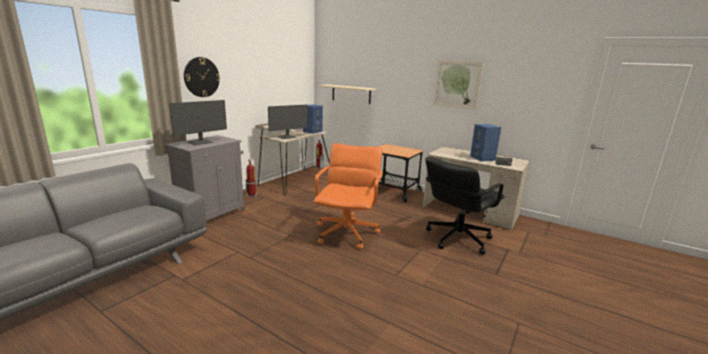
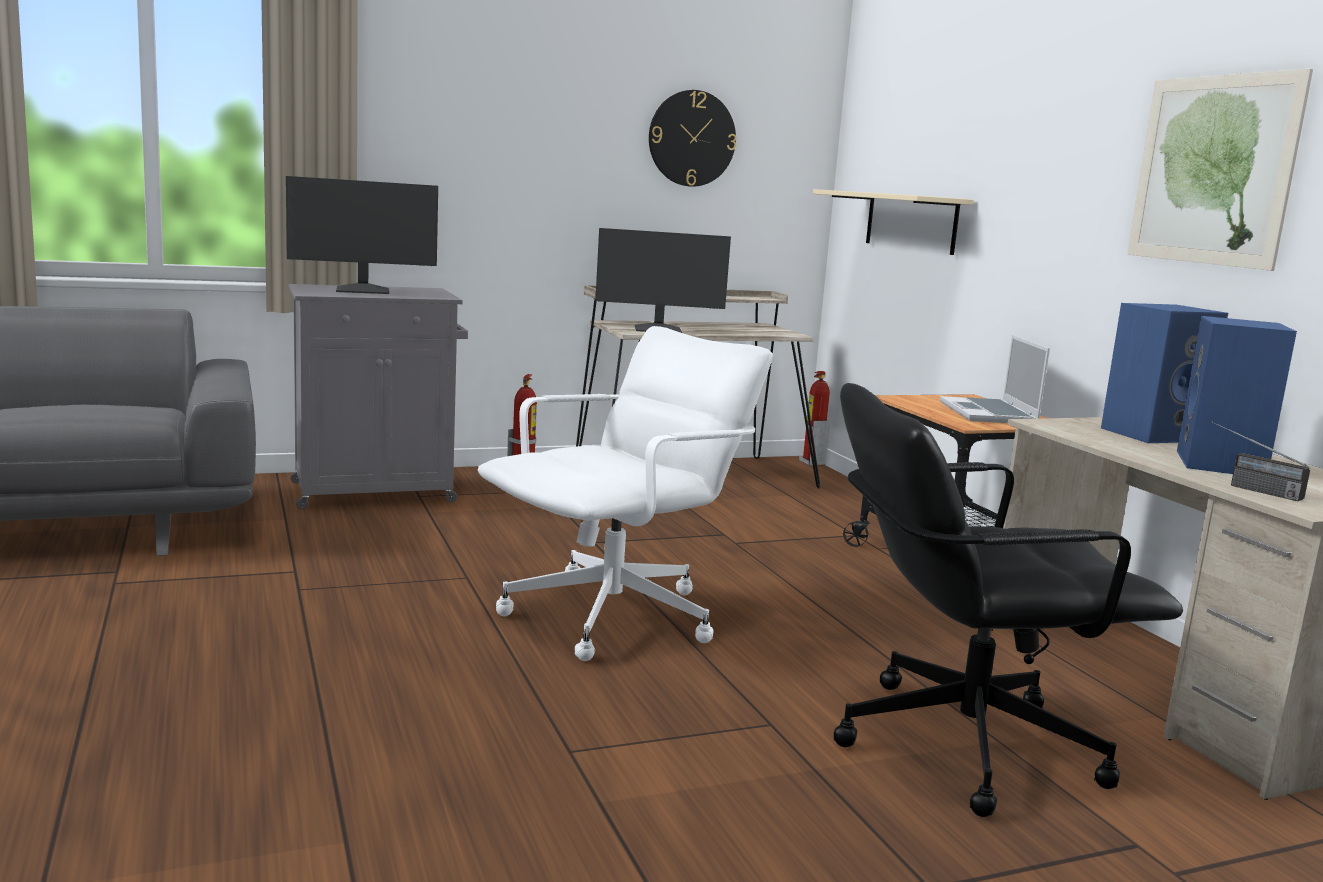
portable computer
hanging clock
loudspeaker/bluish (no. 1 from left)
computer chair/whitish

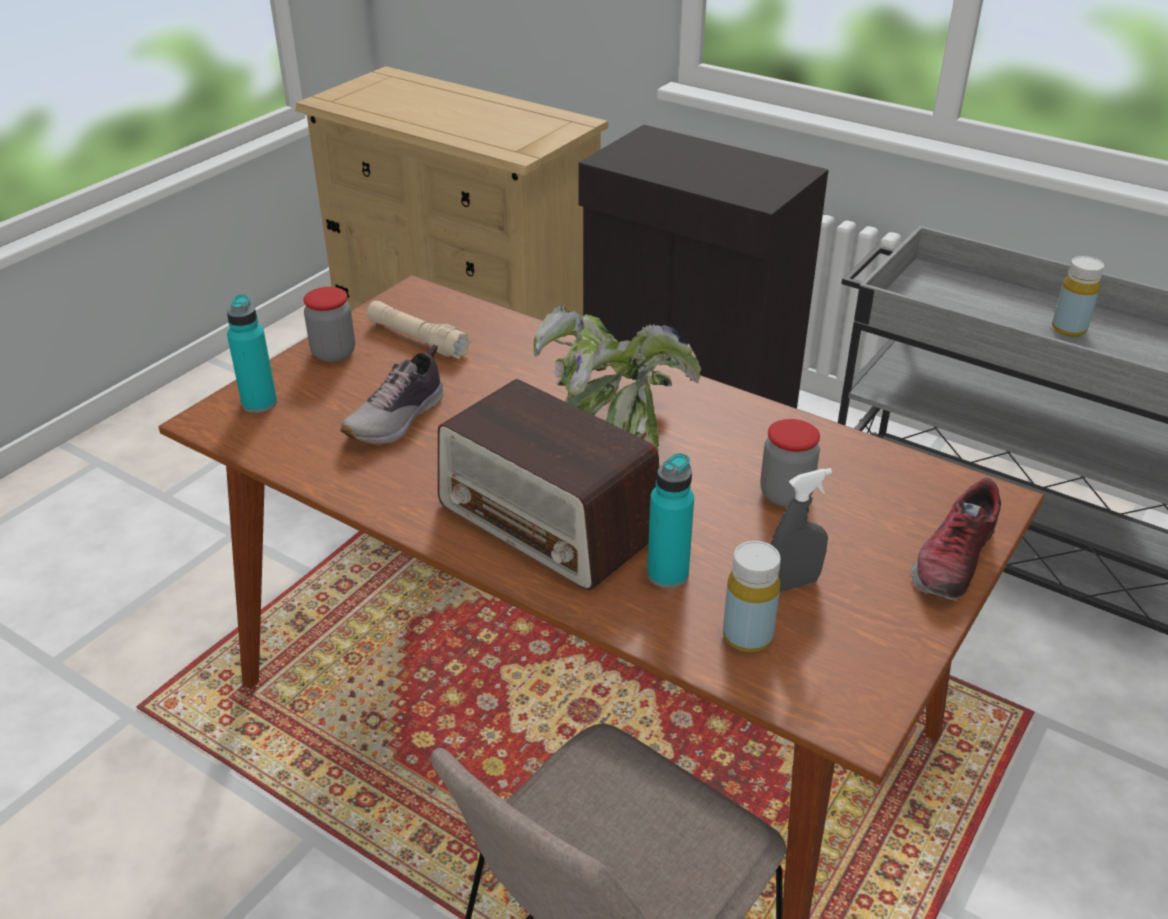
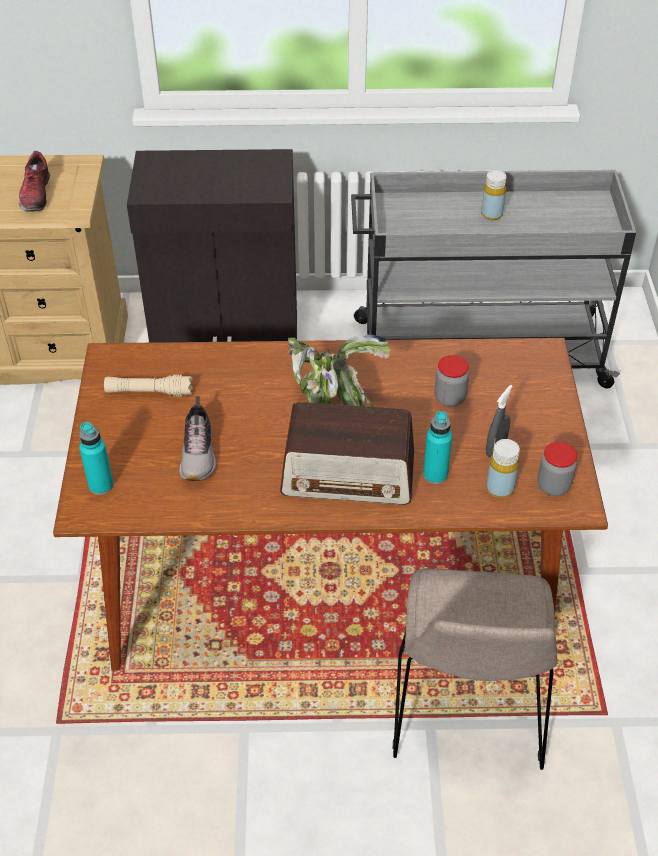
storage jar (no. 2 from left)
item of footwear (no. 1 from left)

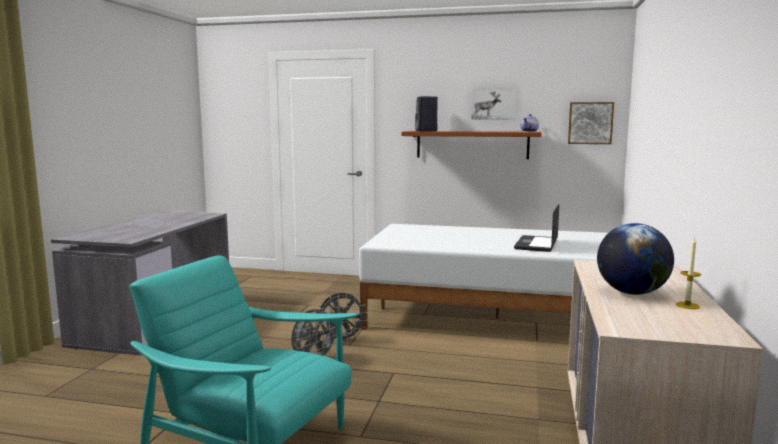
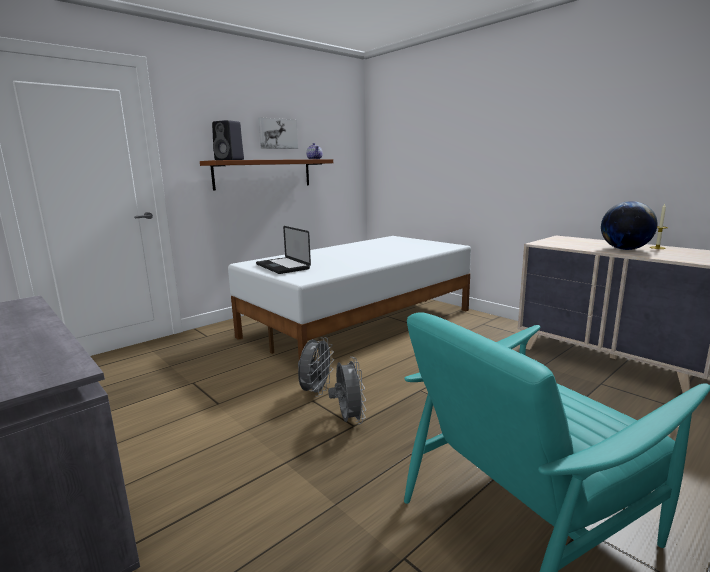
wall picture (no. 2 from left in the first image)
portable computer

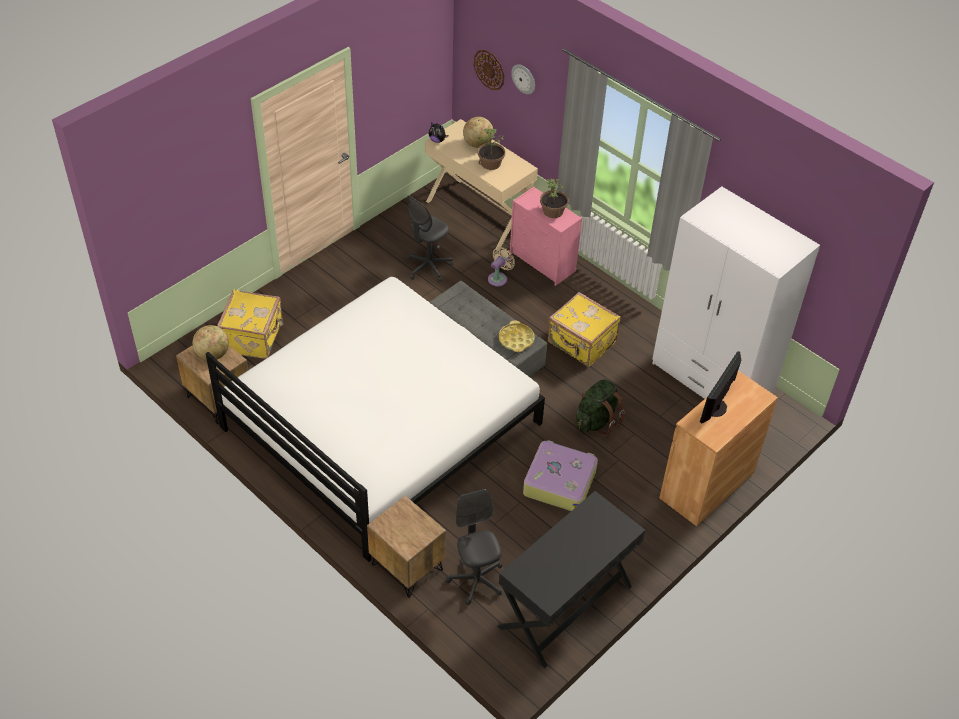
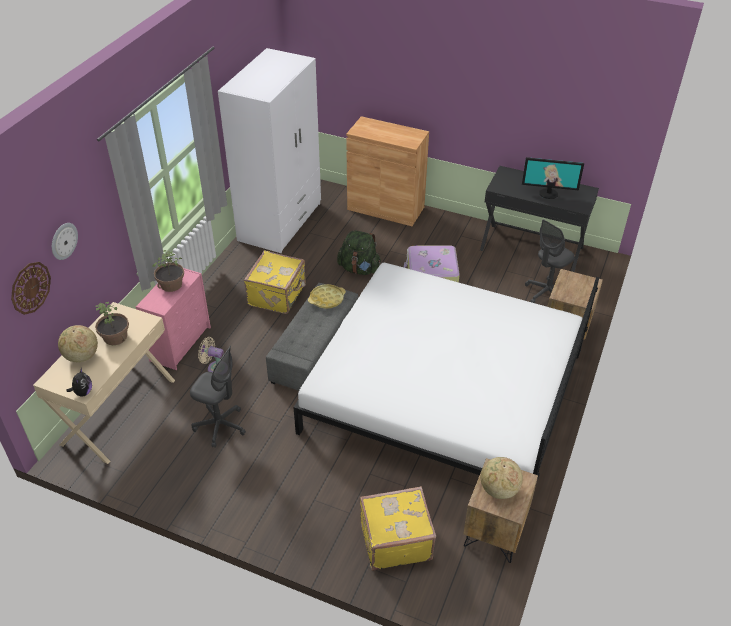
monitor

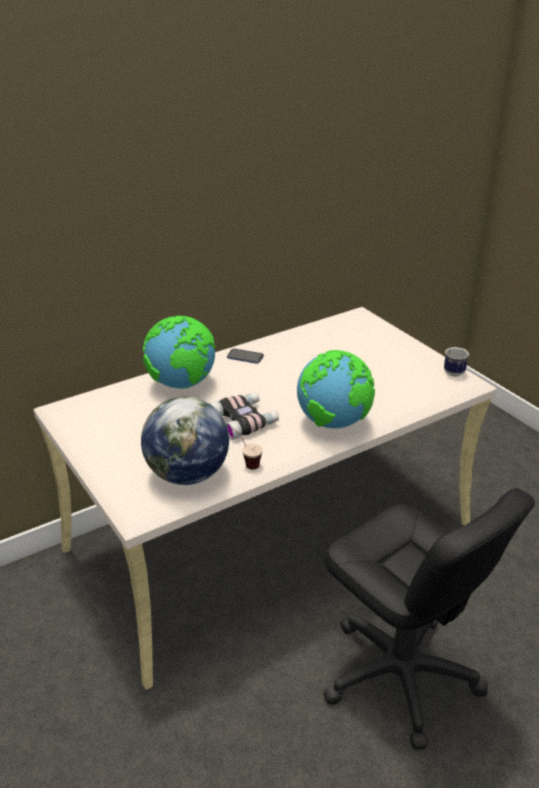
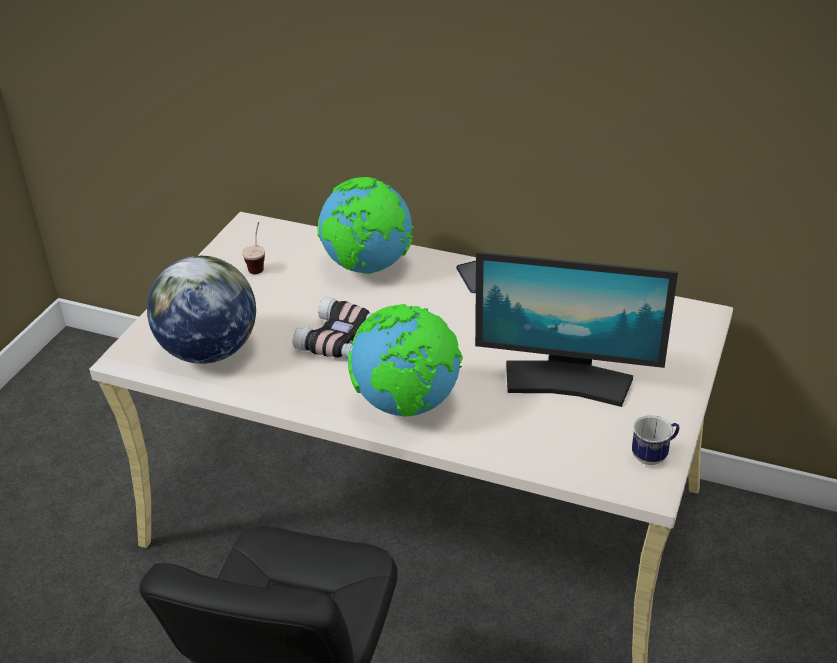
monitor
drinking cup

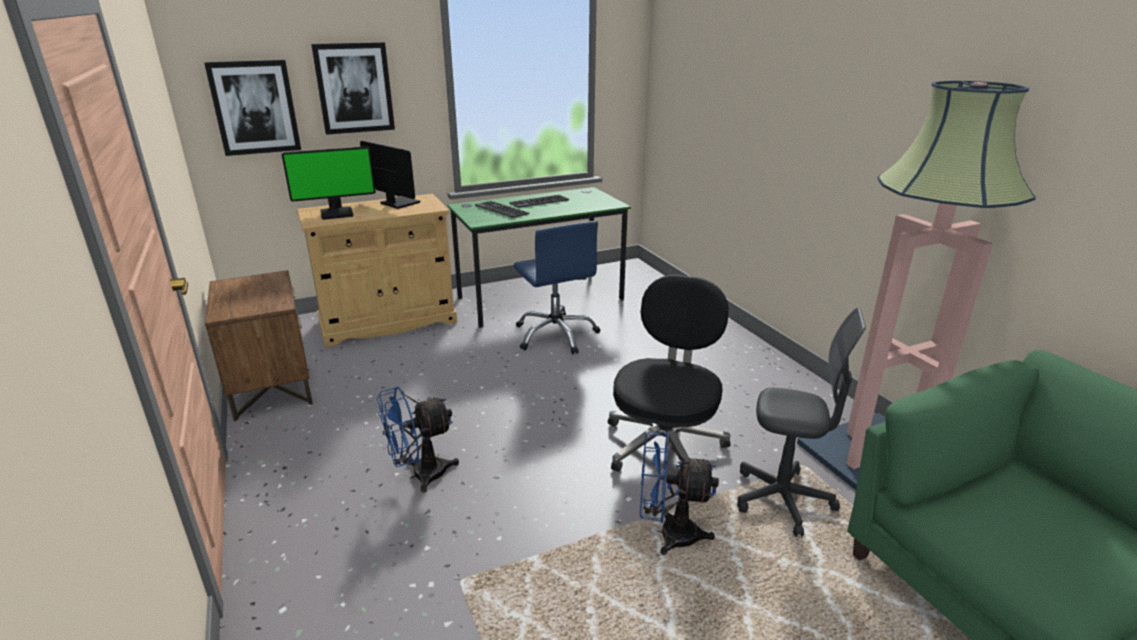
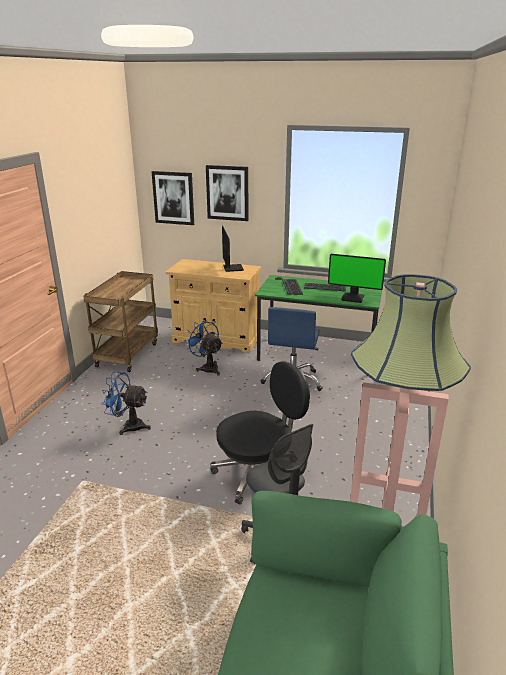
monitor (no. 2 from left)
cooling fan/bluish (no. 2 from left)
cart/brown

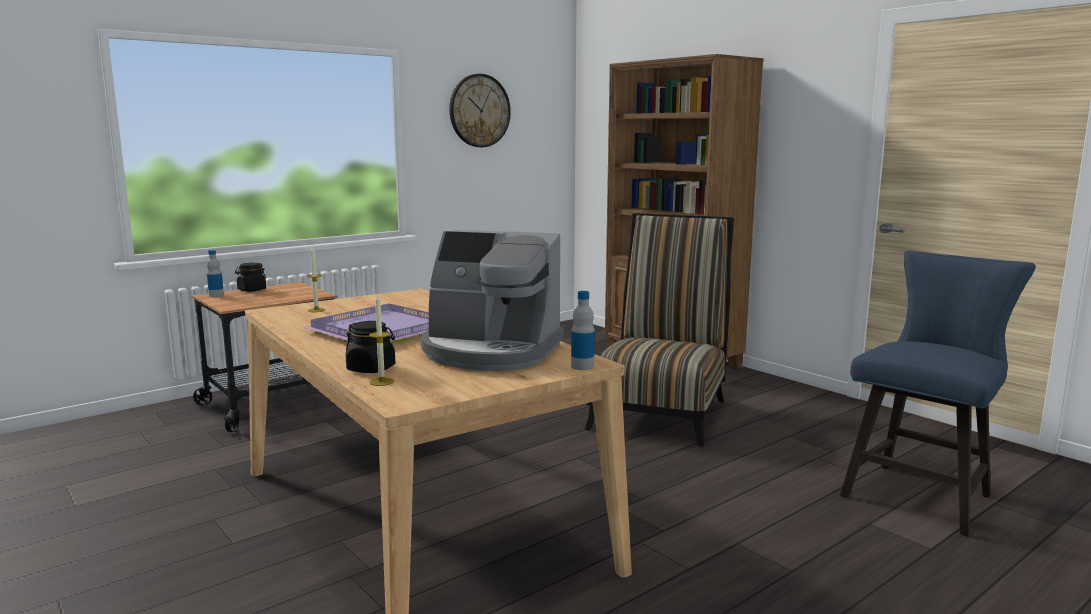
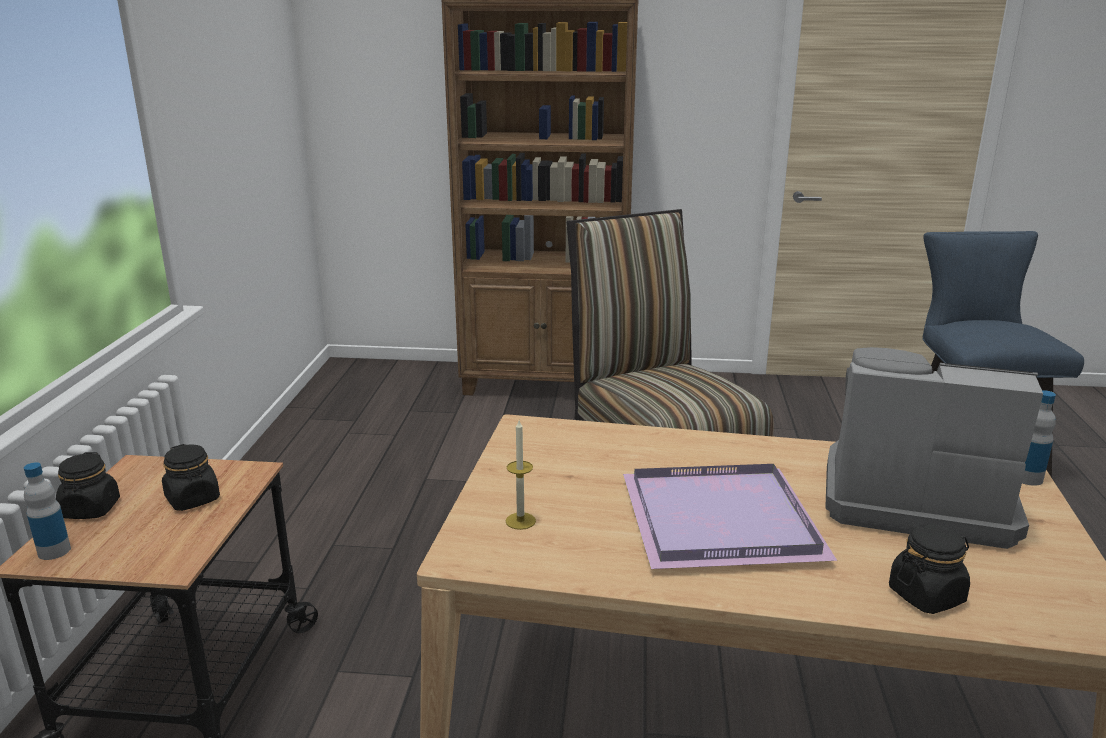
candle (no. 2 from left in the first image)
hanging clock
storage jar/black (no. 2 from left)
coffee machine

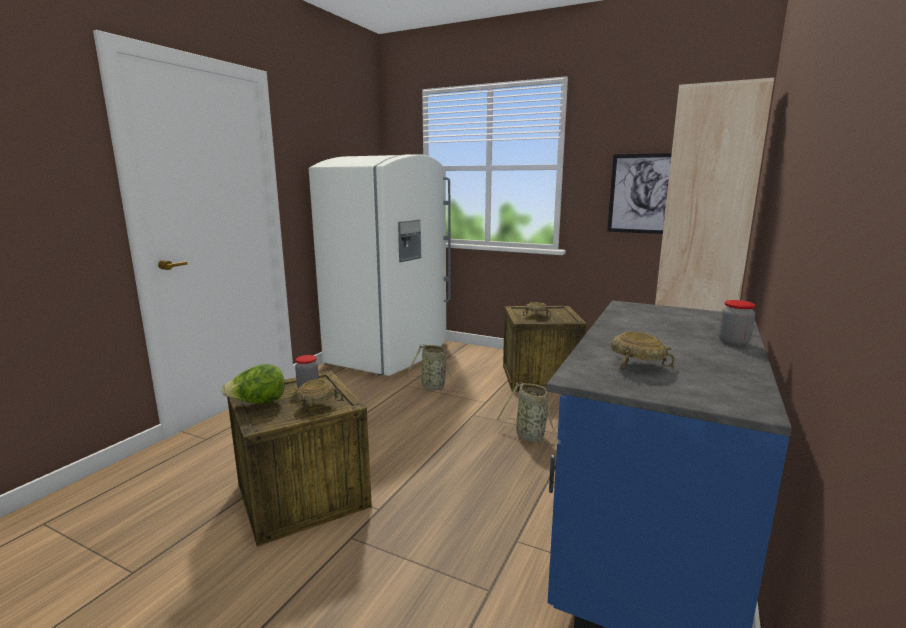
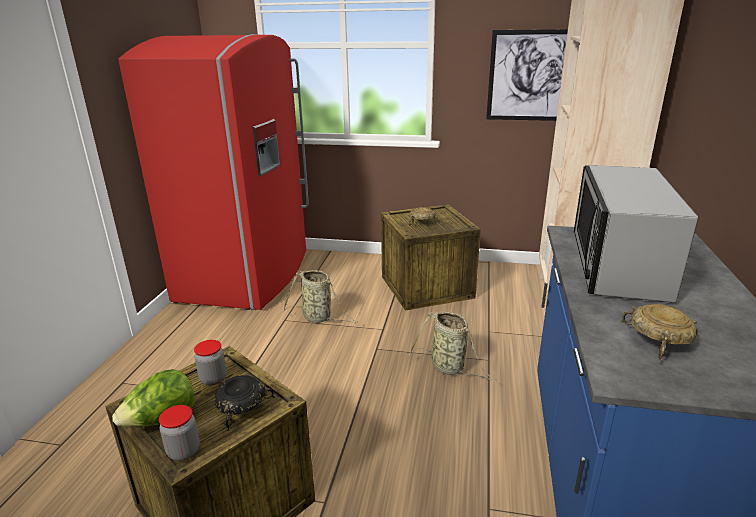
microwave
storage jar (no. 1 from left)
bowl/black
fridge/red

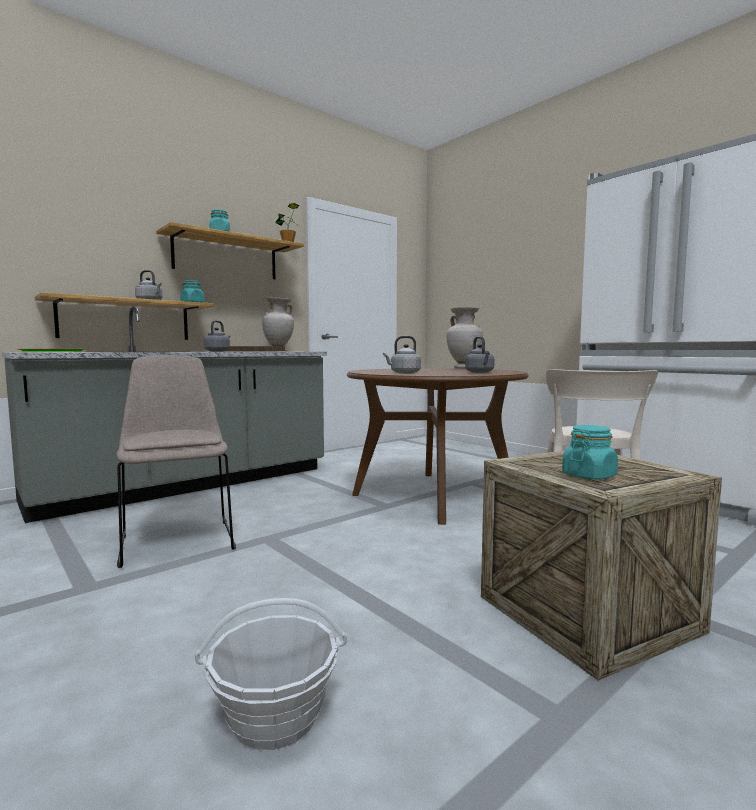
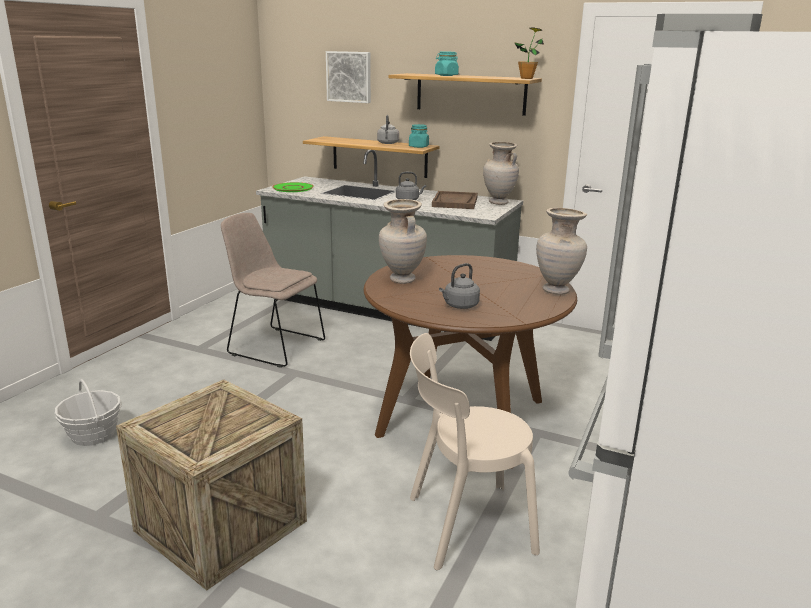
storage jar/turquoise (no. 3 from left in the first image)
wall picture
decorative vase/beige-coloured (no. 1 from left)
plain chair/beige-coloured (no. 1 from left)

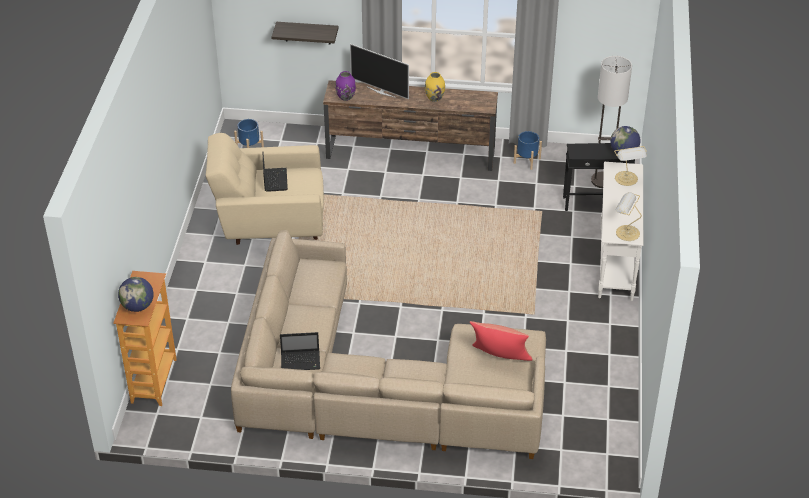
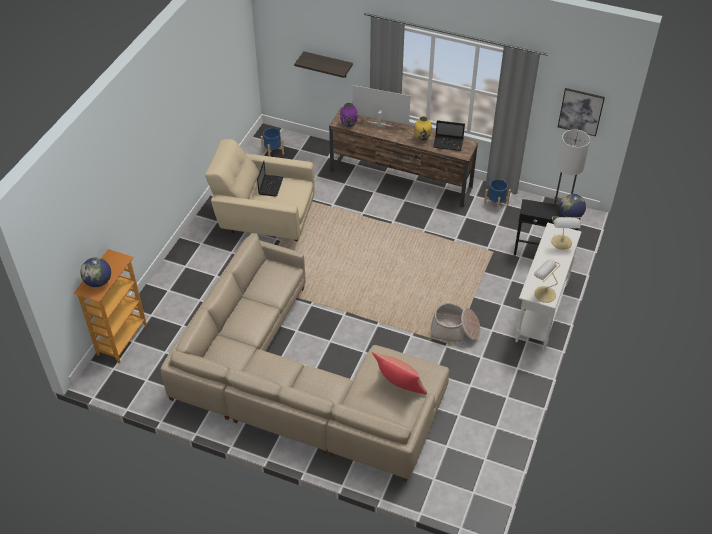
basket
wall picture
portable computer (no. 2 from left)
television

